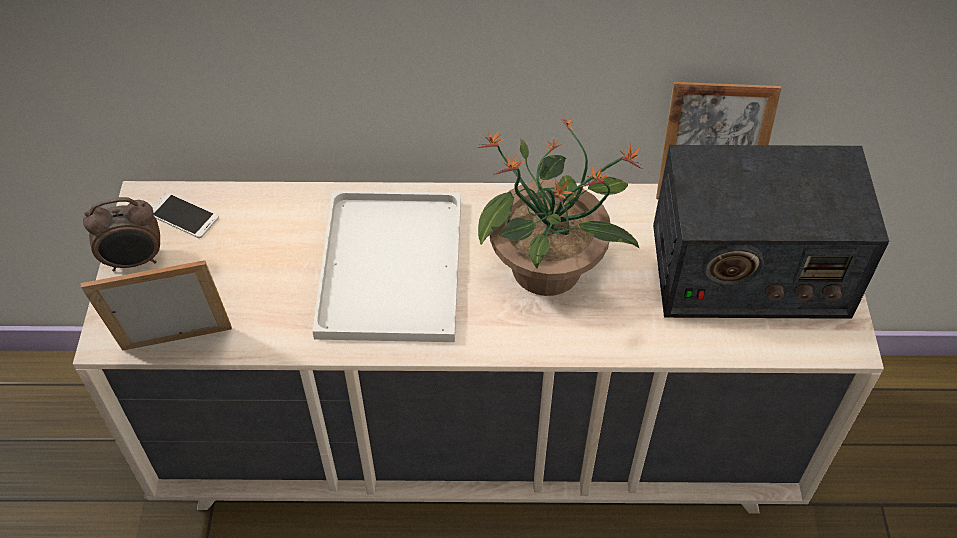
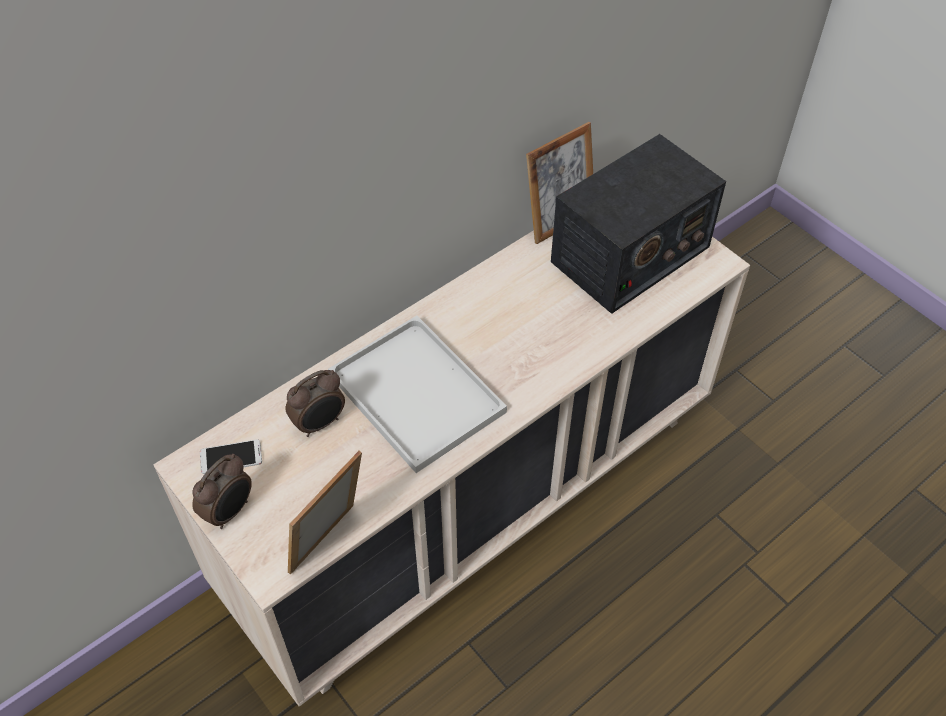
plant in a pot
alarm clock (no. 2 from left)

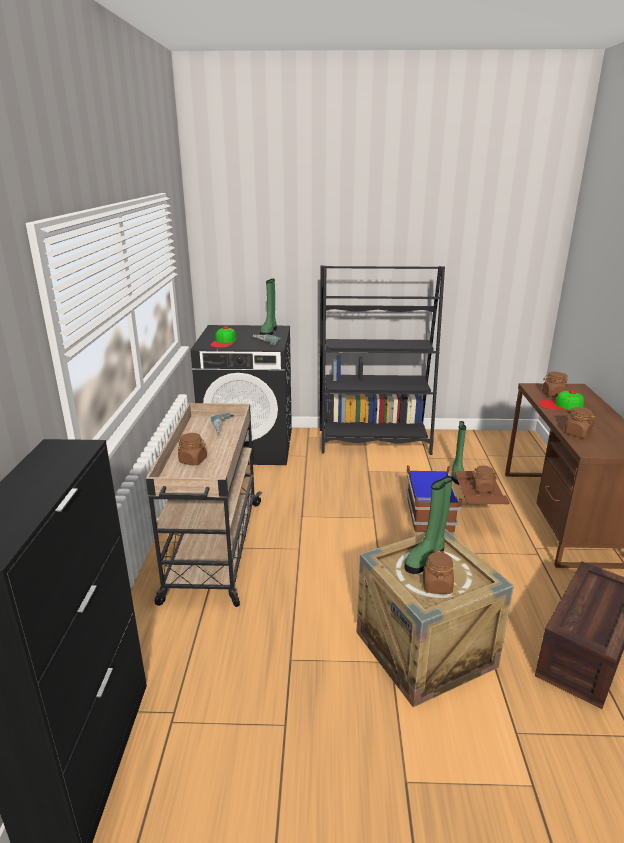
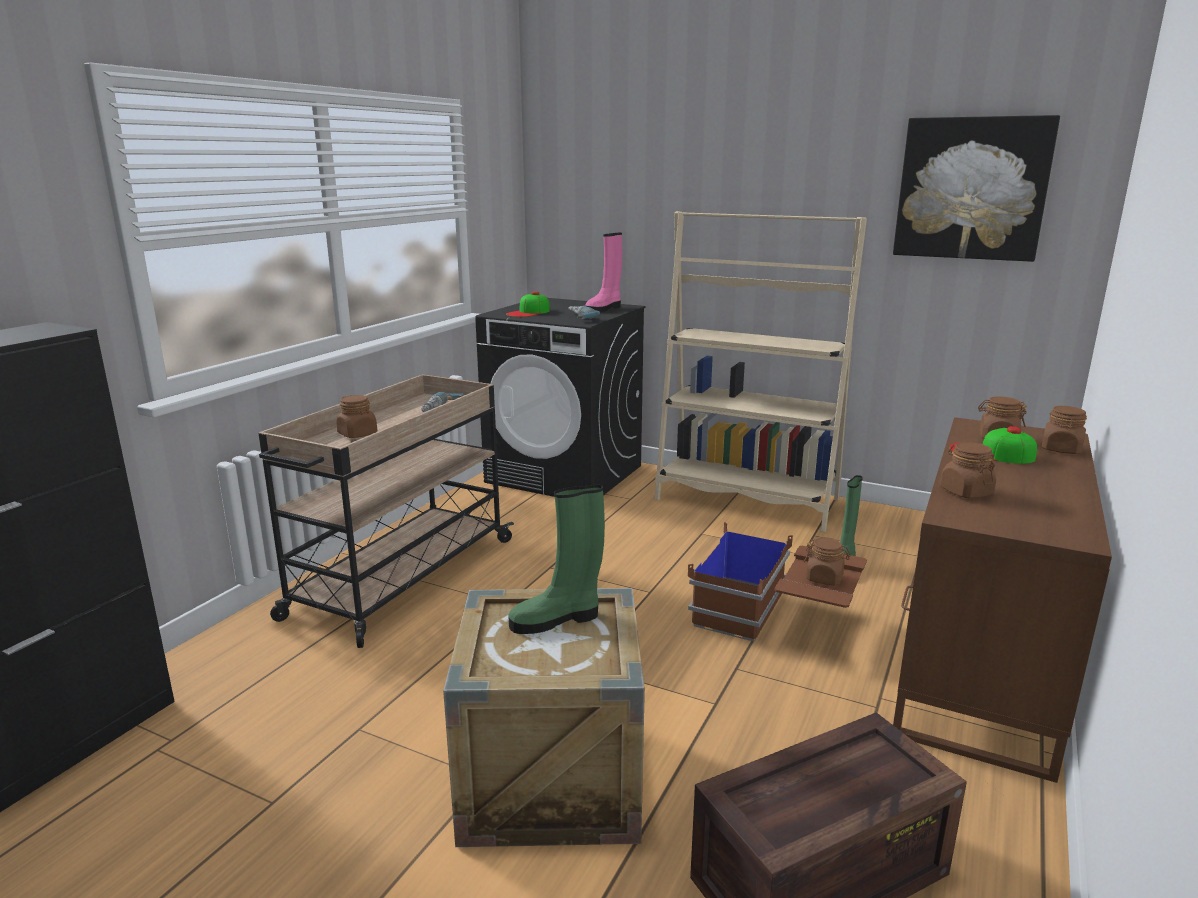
wall picture
storage jar/brown (no. 5 from left)
boot/pink-coloured
bookshelf/beige-coloured

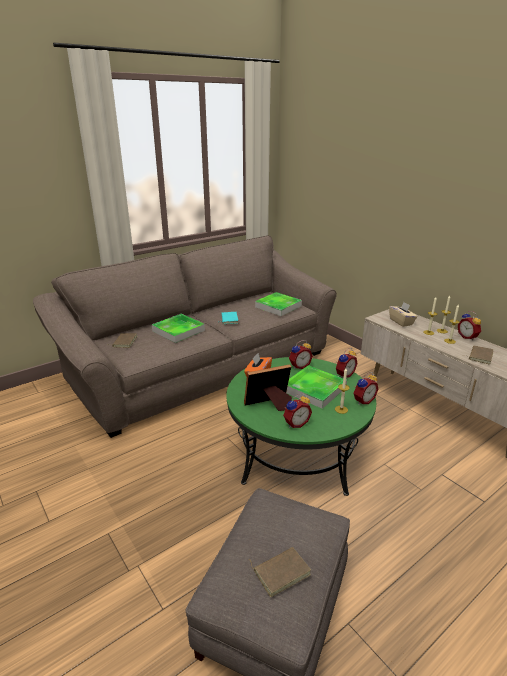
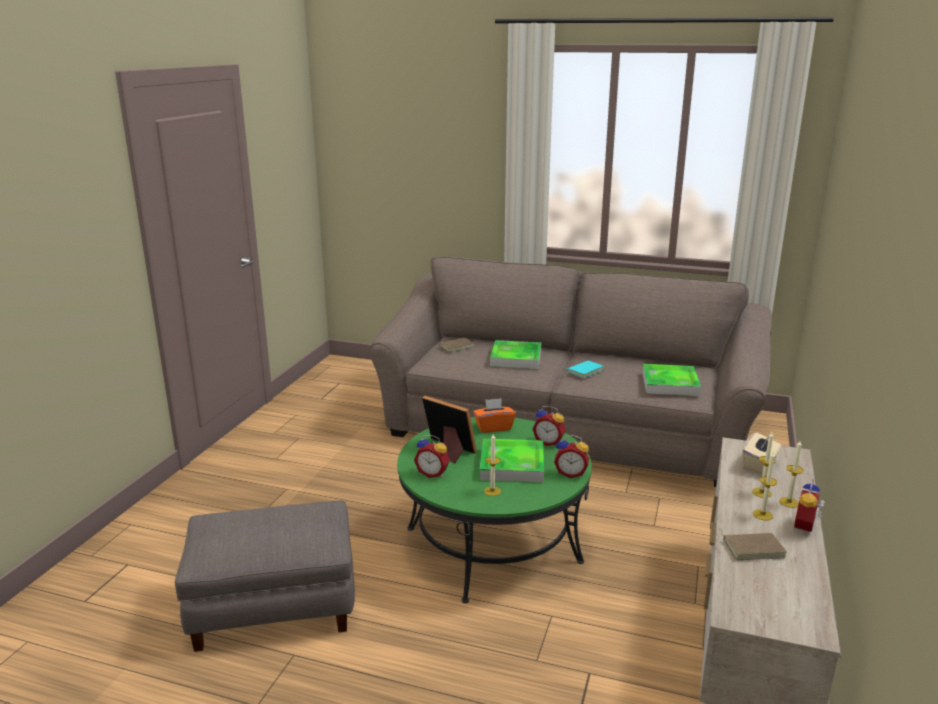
volume/brown (no. 2 from left in the first image)
alarm clock (no. 4 from left in the first image)

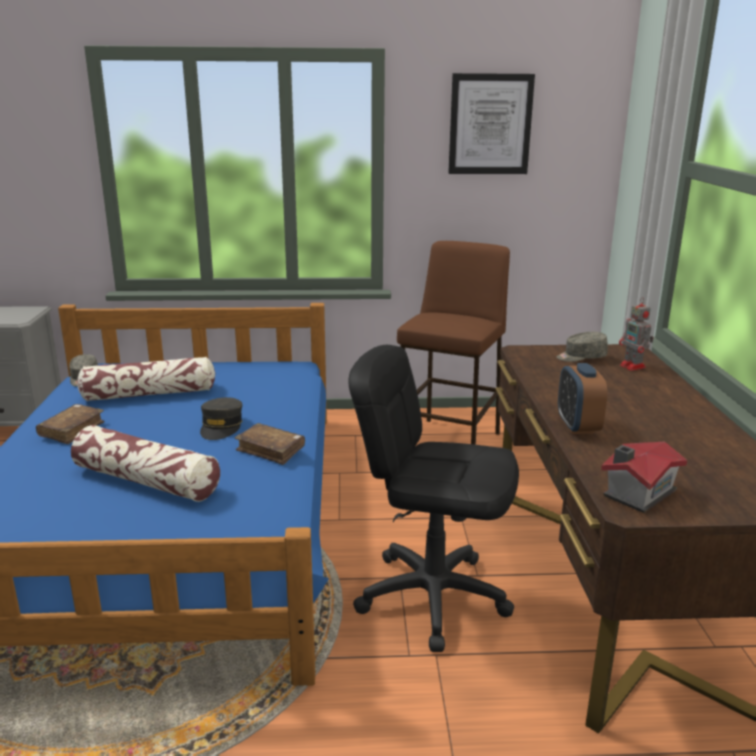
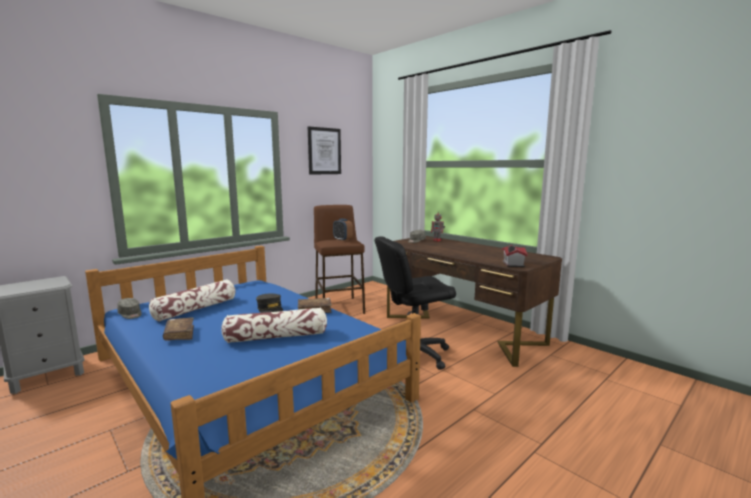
alarm clock

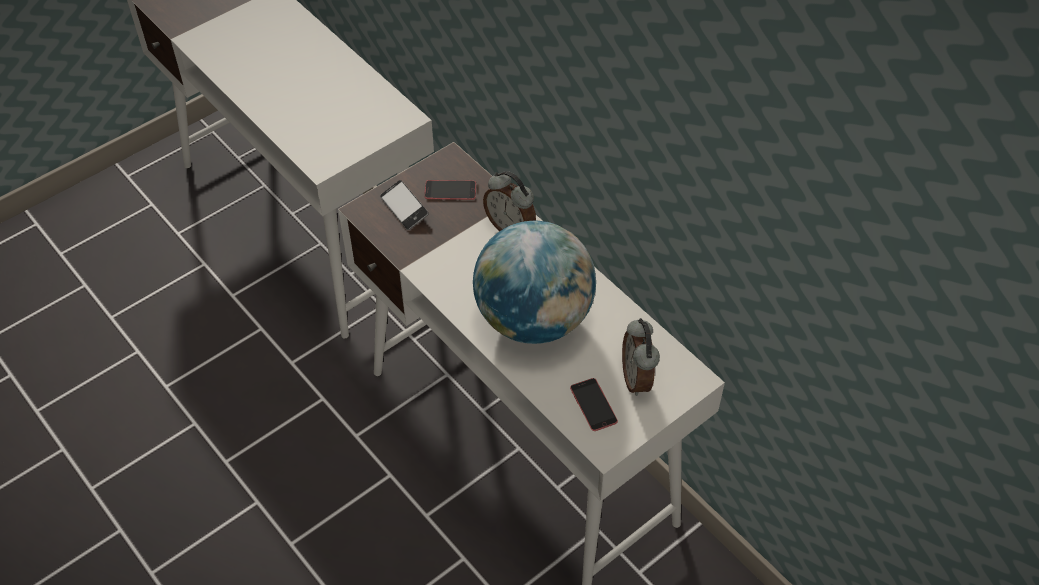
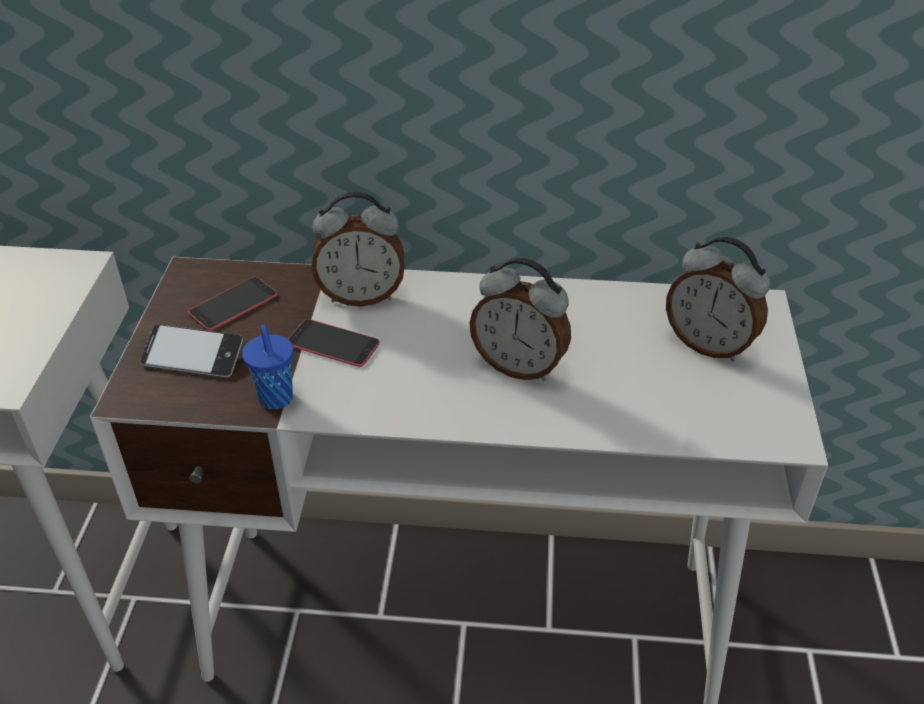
drinking cup/bluish
phone (no. 3 from left)
alarm clock (no. 2 from left)

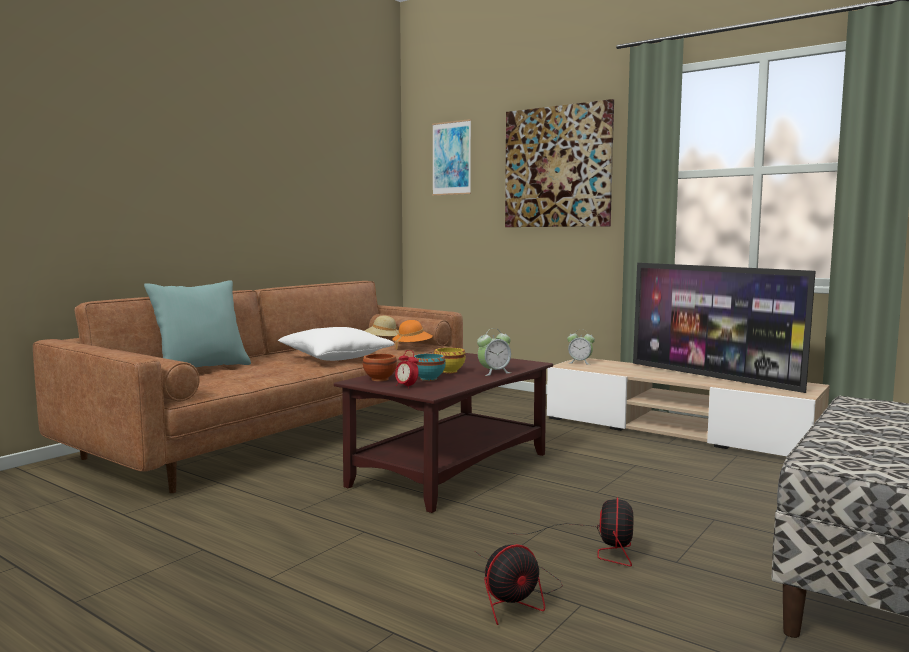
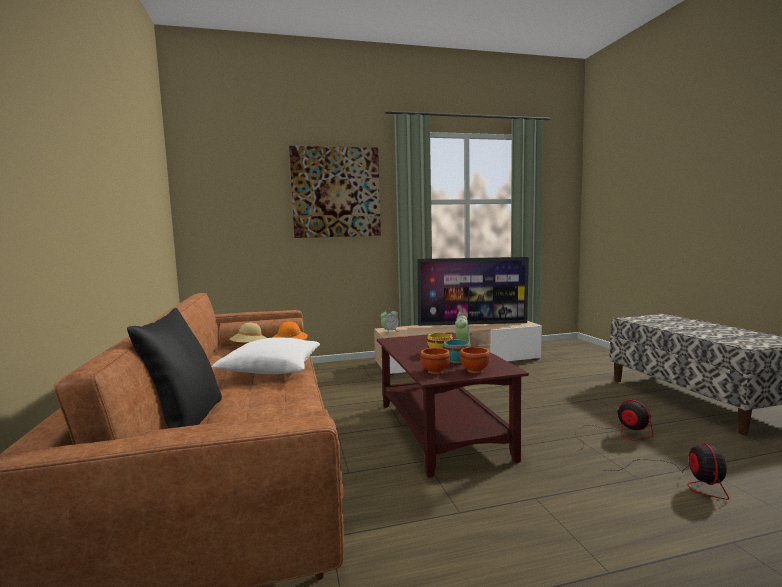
wall picture (no. 1 from left in the first image)
bowl/brown (no. 2 from left)
pillow/black

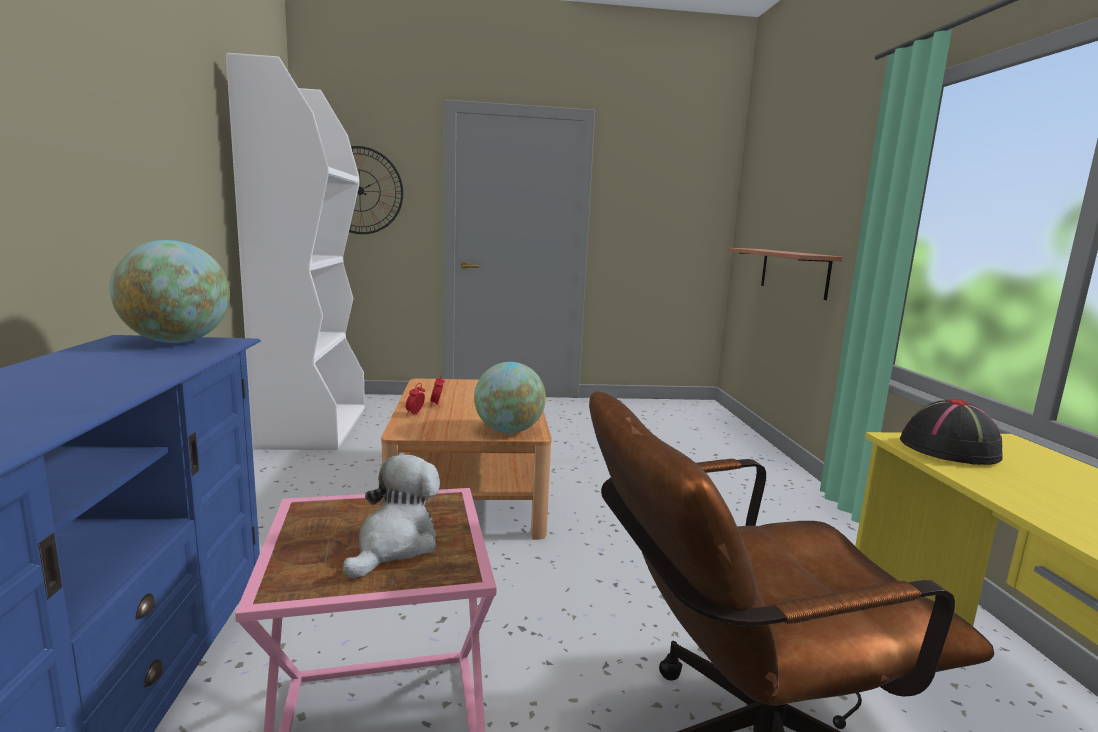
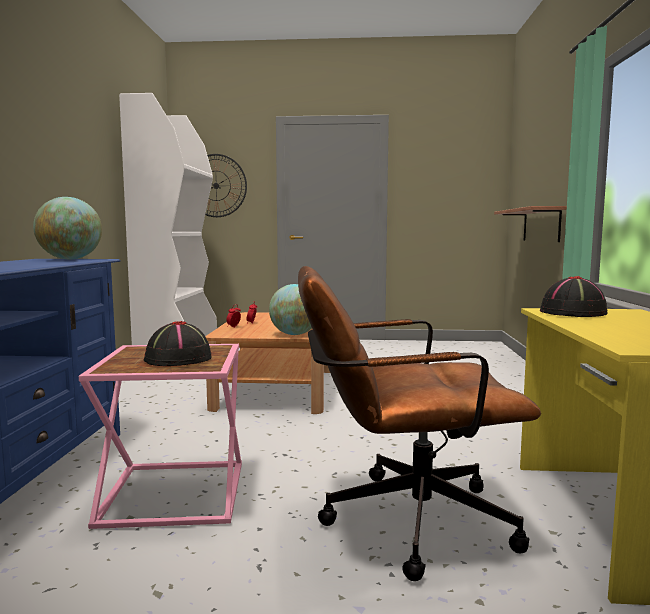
hat/black (no. 1 from left)

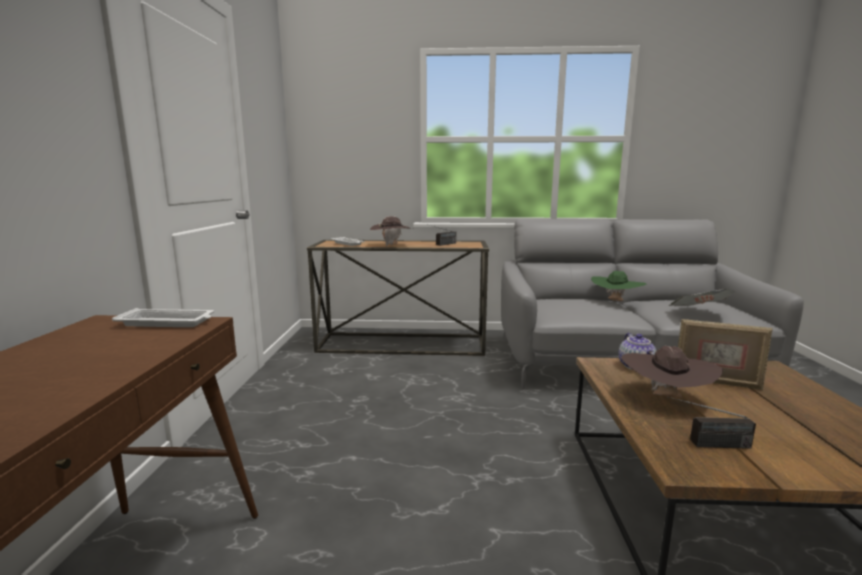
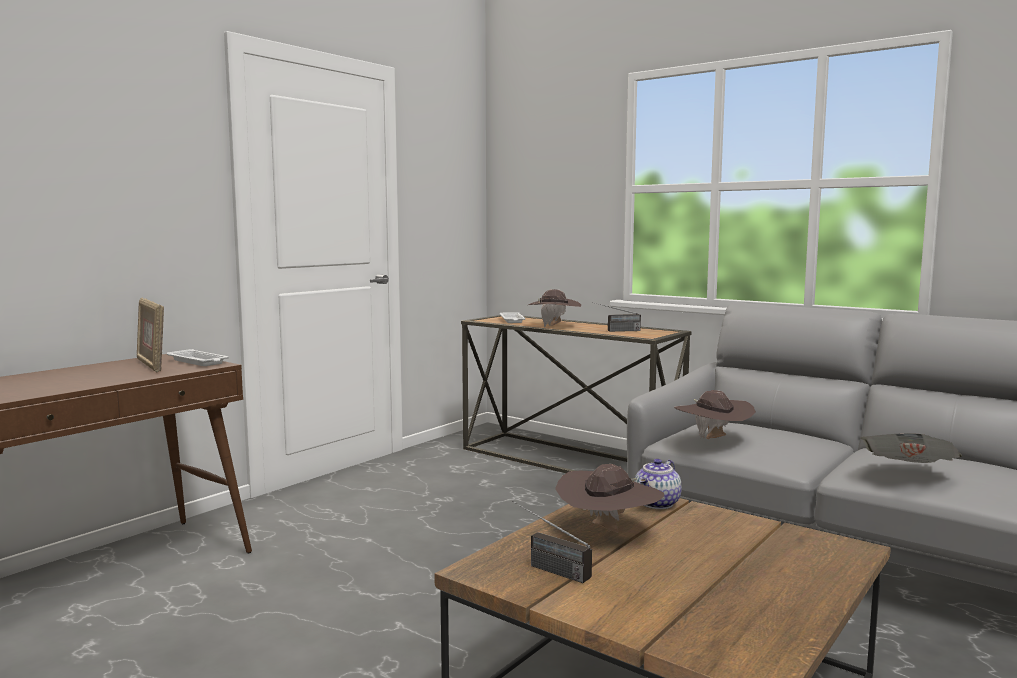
hat/greenish
hat/brown (no. 3 from left)
picture frame

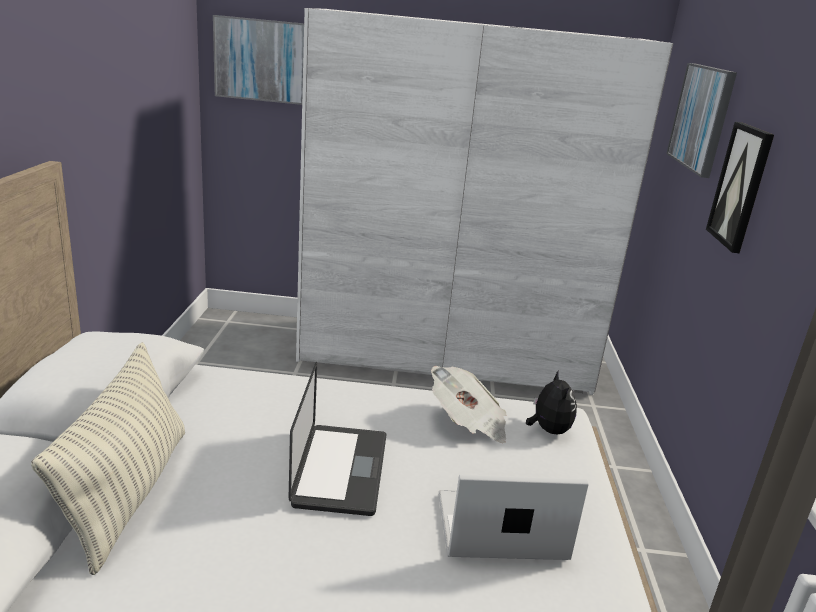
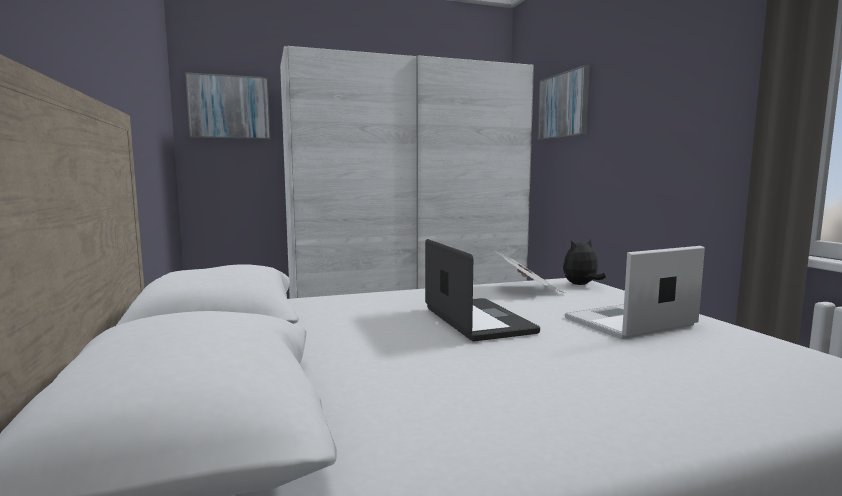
pillow
wall picture (no. 3 from left in the first image)
cuddly toy

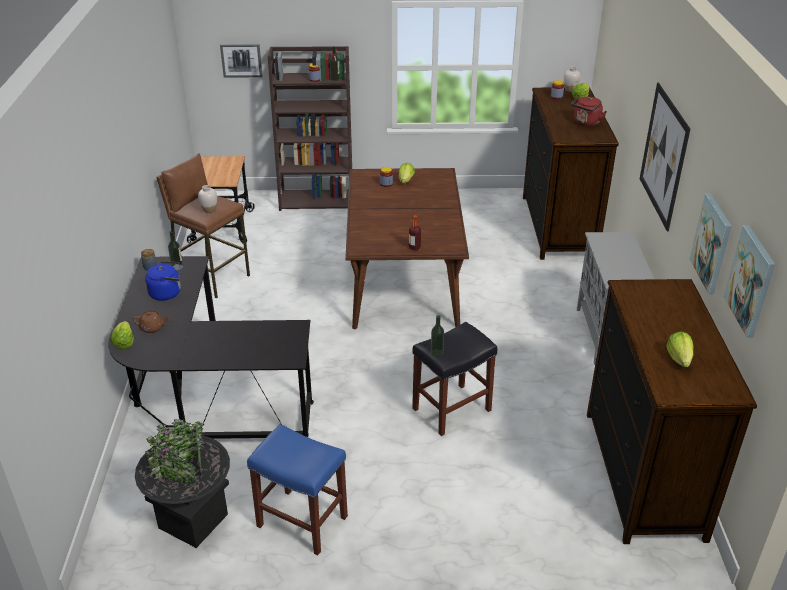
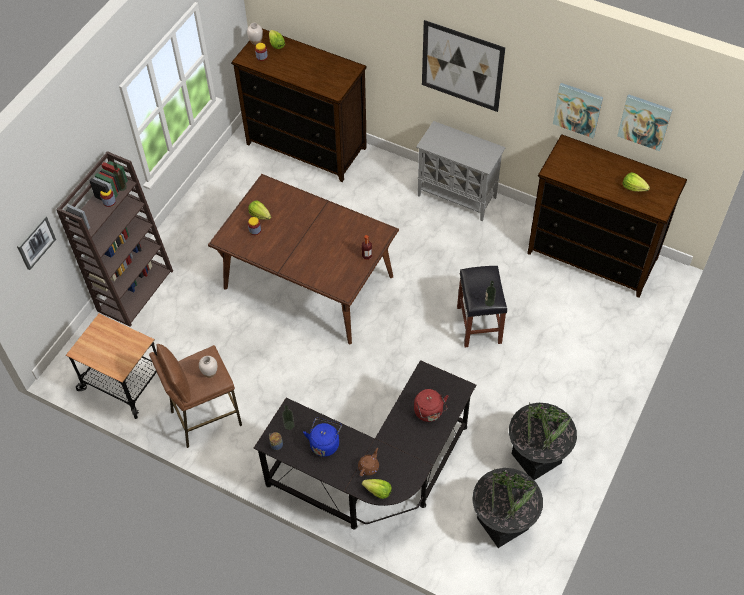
kettle/red
planter/black (no. 2 from left)

